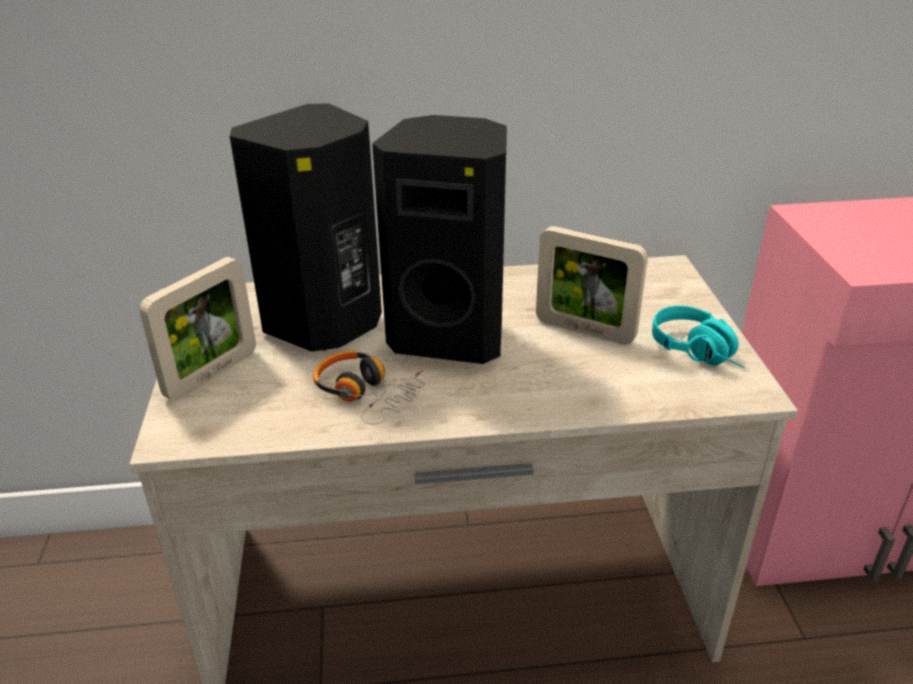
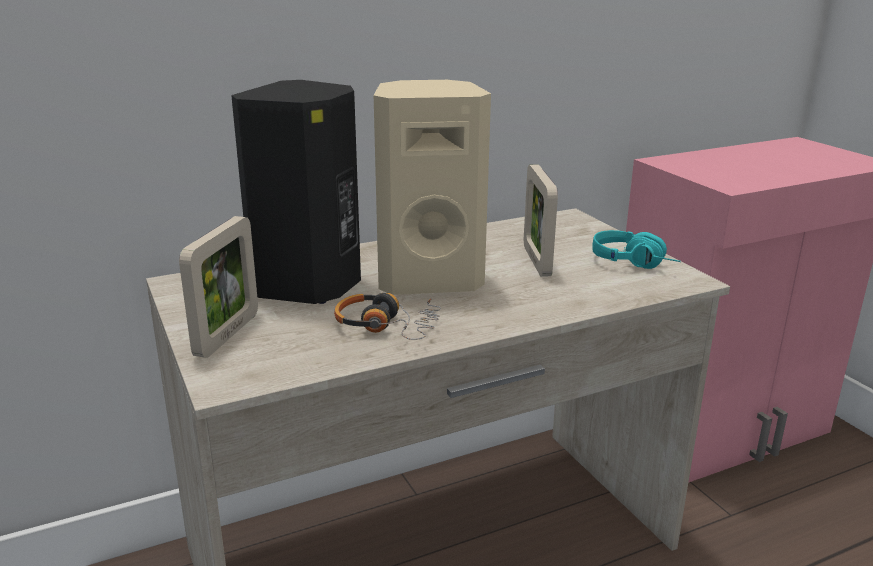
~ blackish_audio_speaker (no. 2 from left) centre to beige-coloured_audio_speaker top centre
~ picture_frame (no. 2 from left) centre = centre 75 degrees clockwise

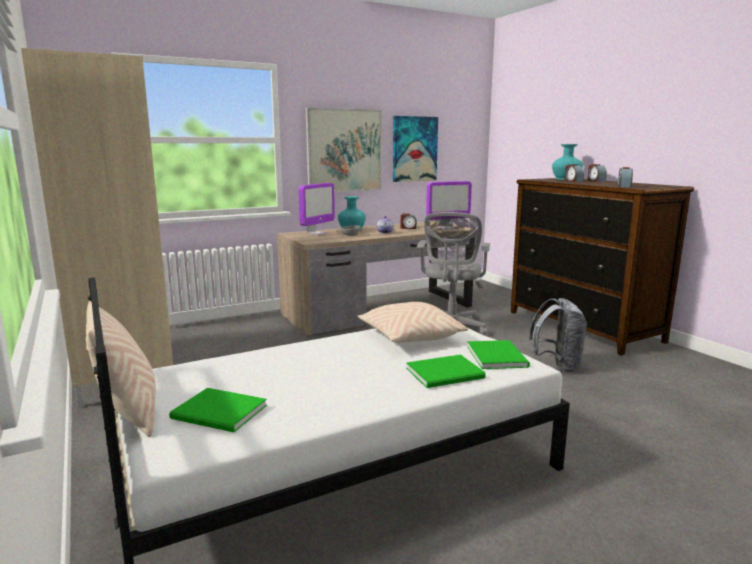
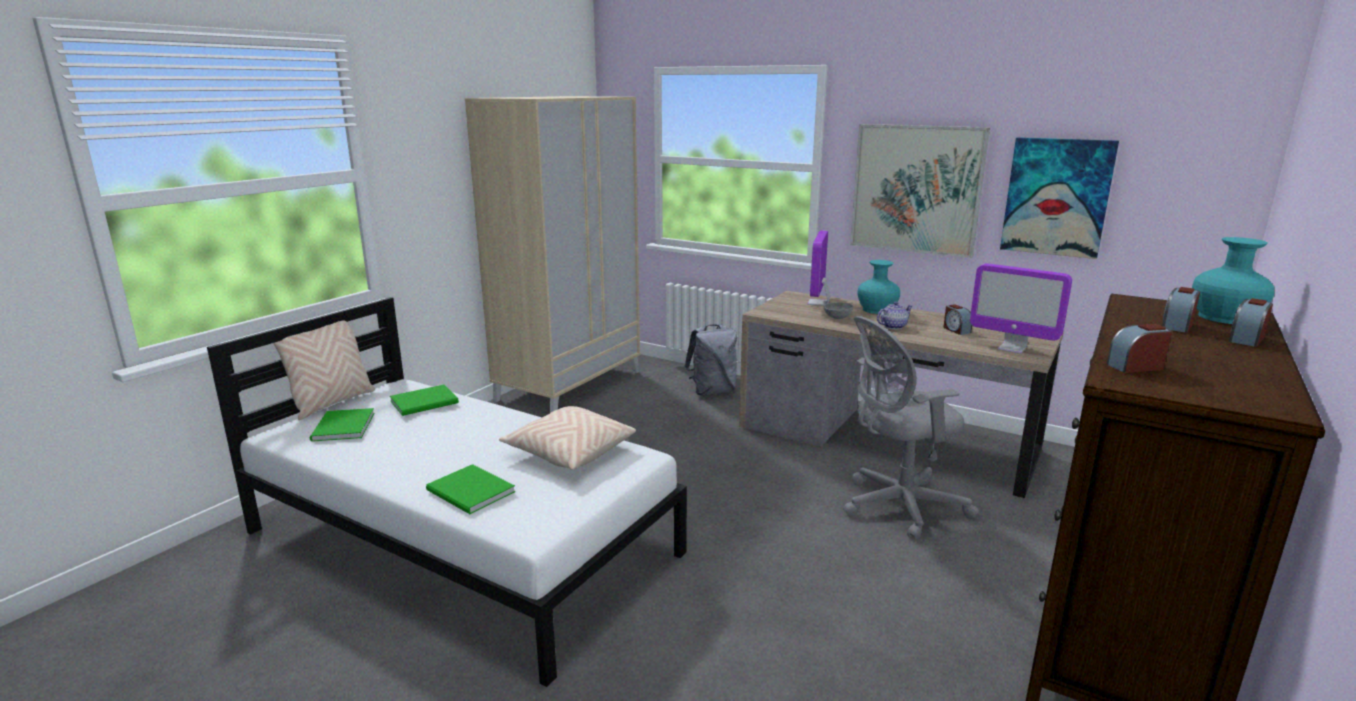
~ monitor (no. 1 from left) centre = centre 105 degrees clockwise
~ grey_backpack middle right to centre
~ green-coloured_volume (no. 3 from left in the first image) centre to green-coloured_volume (no. 2 from left) middle left

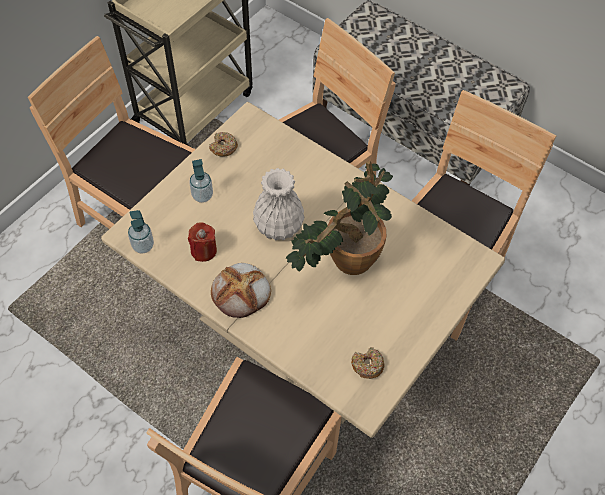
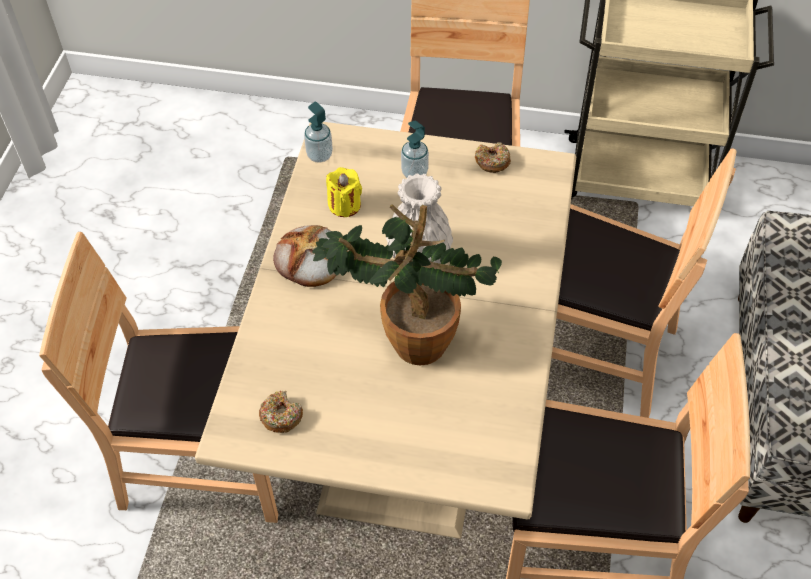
~ reddish_wax_candle centre to yellow_wax_candle top centre

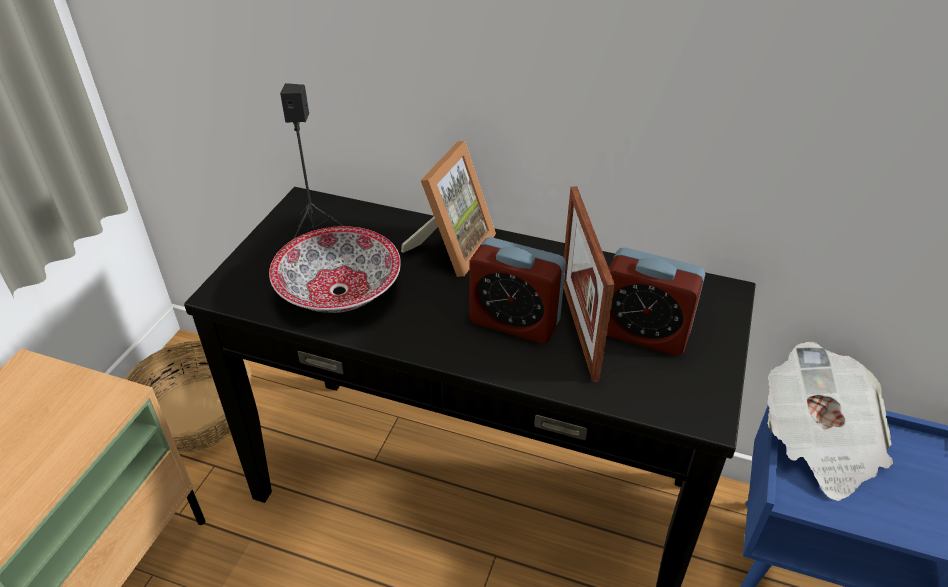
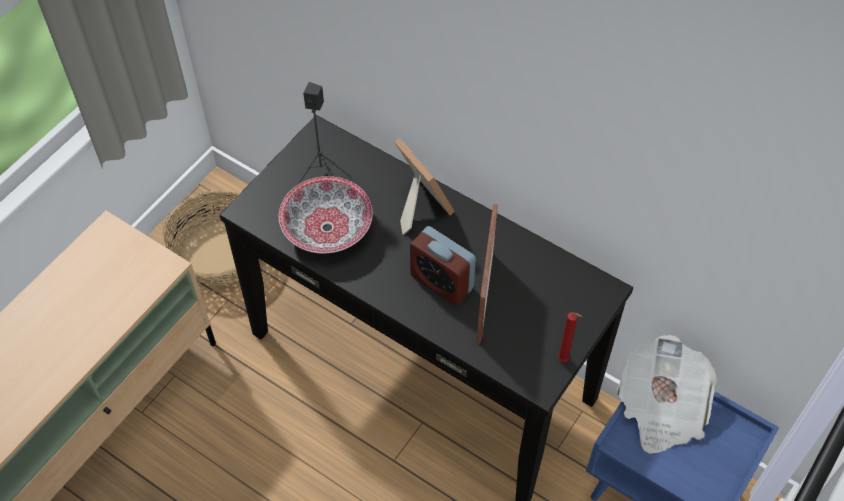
~ picture_frame (no. 1 from left) centre = centre 75 degrees counterclockwise
- table_clock (no. 2 from left) middle right
+ reddish_wax_candle bottom right

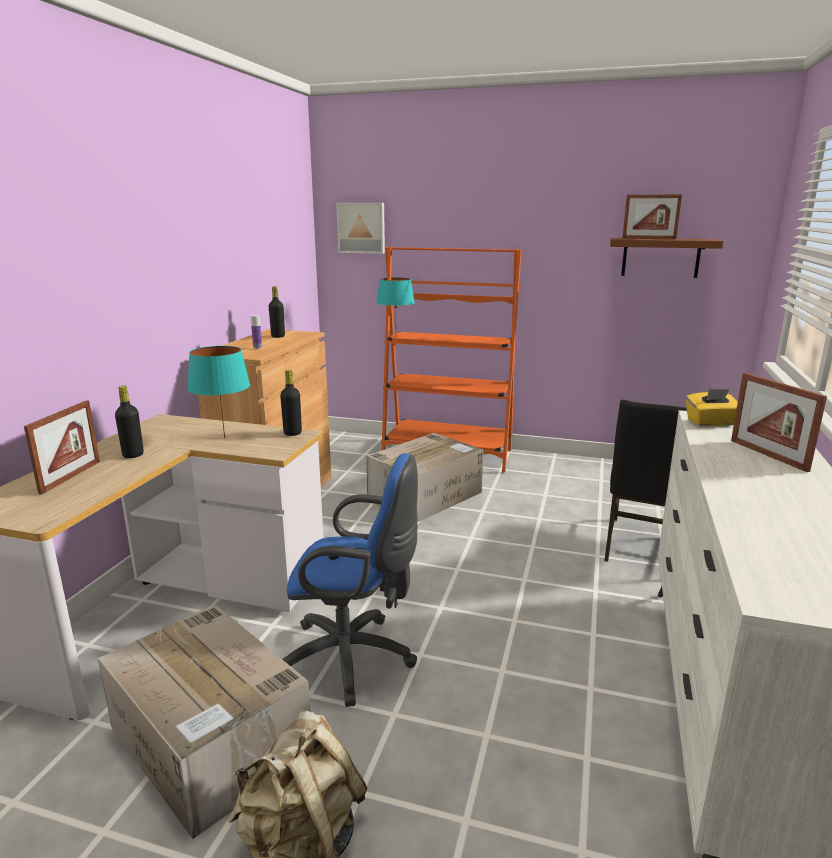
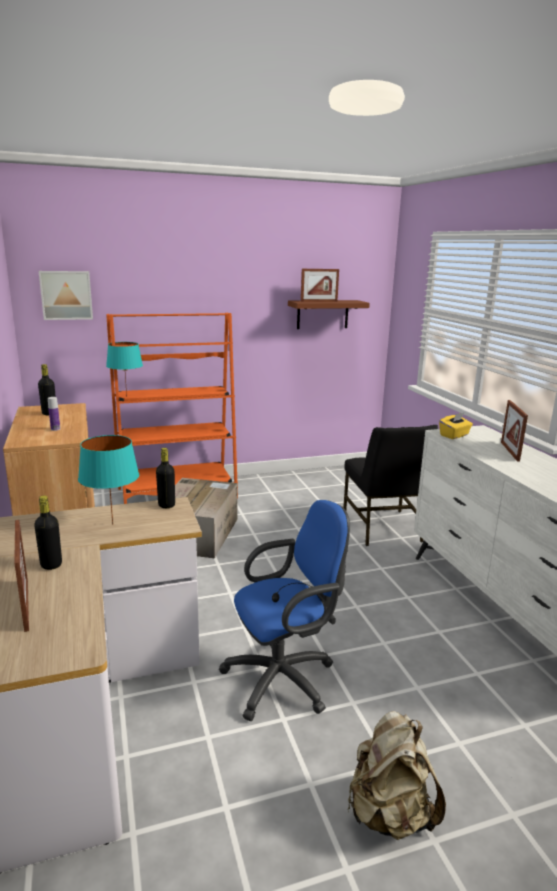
~ picture_frame (no. 3 from left) middle right = middle right 60 degrees clockwise
- carton (no. 1 from left) bottom left

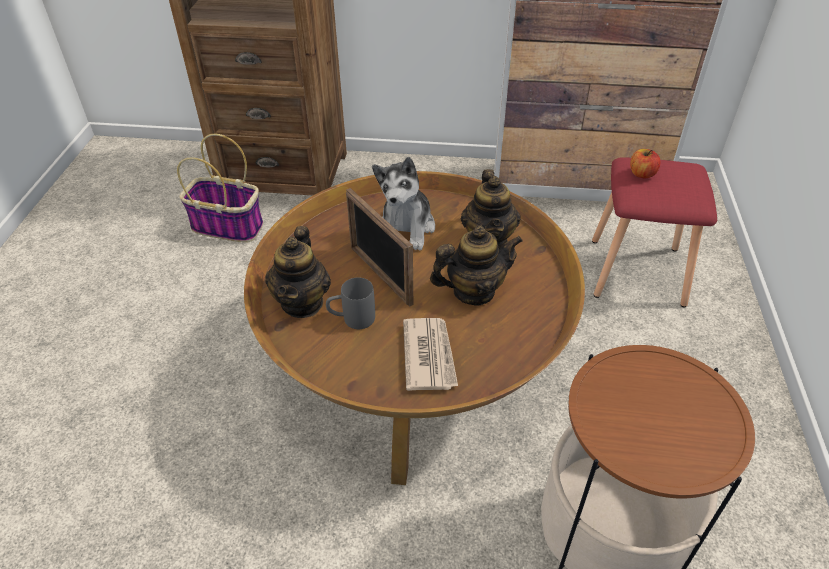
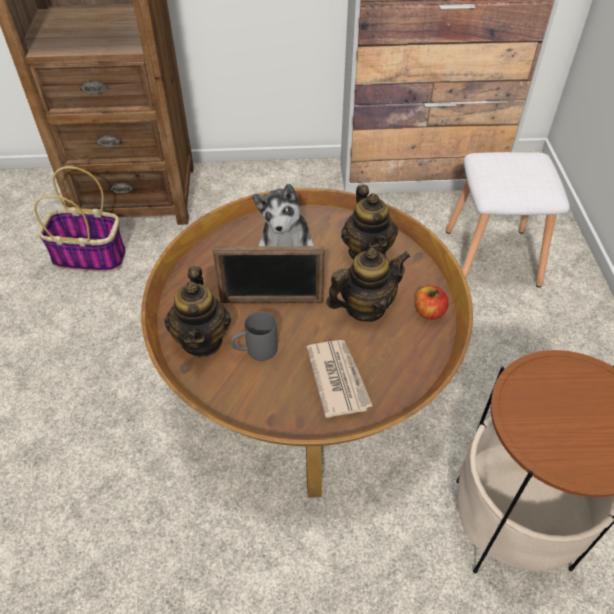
~ apple top right to middle right
~ reddish_sitting_stool middle right to whitish_sitting_stool middle right
~ picture_frame centre = centre 45 degrees counterclockwise

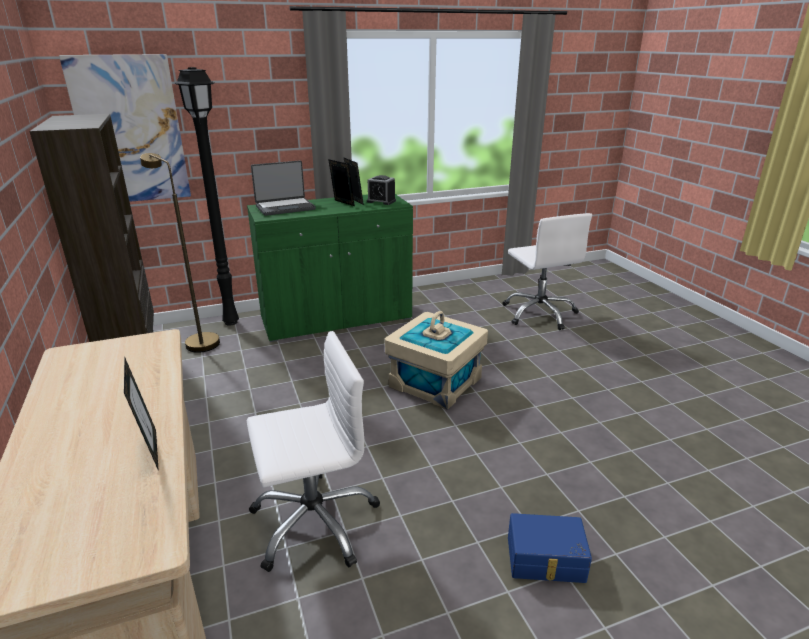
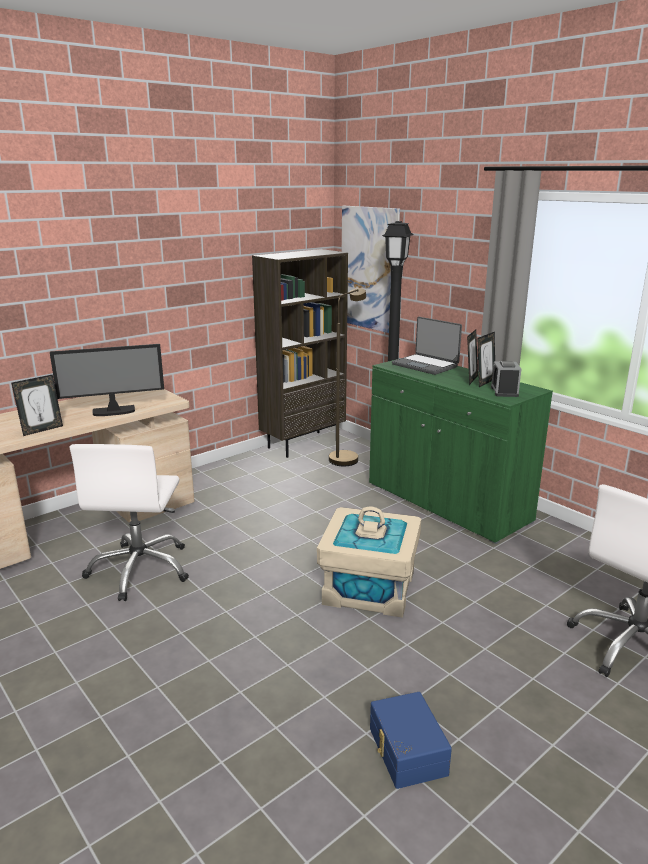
~ whitish_computer_chair (no. 1 from left) bottom centre = middle left 45 degrees clockwise
~ bluish_storage_bin bottom right to bottom centre
+ monitor middle left

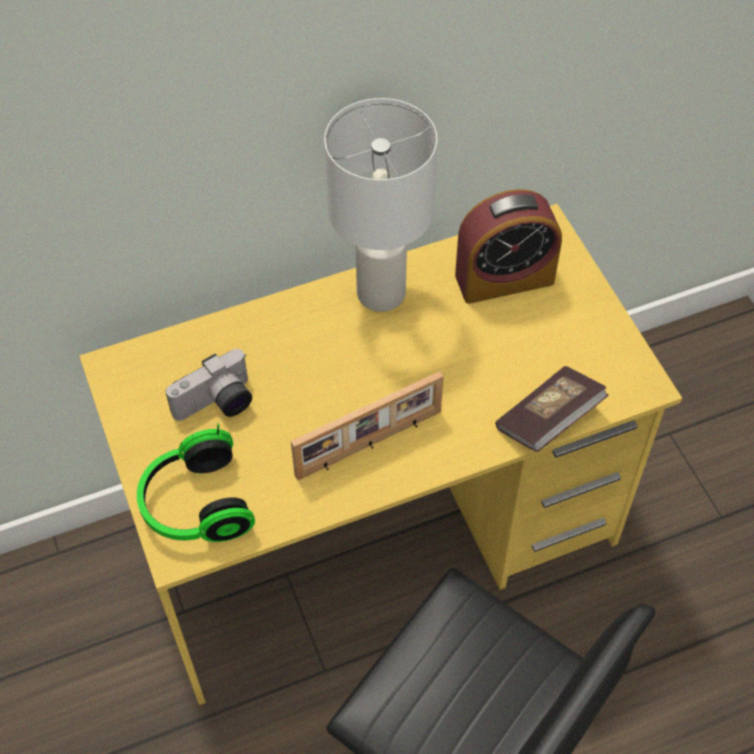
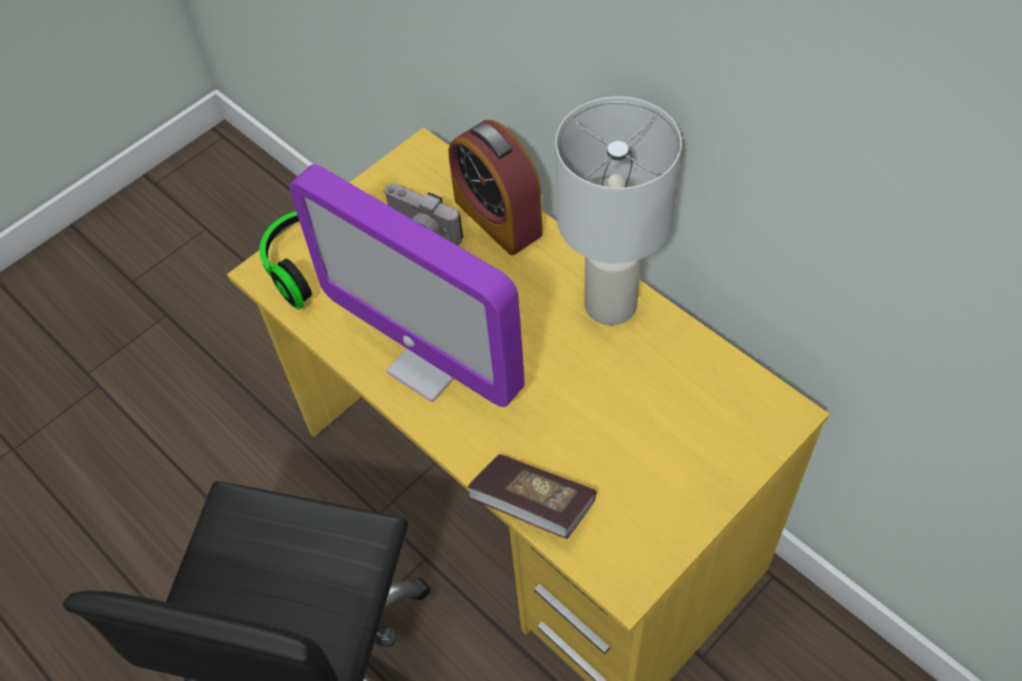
~ table_clock top right to top centre
~ picture_frame centre to monitor centre

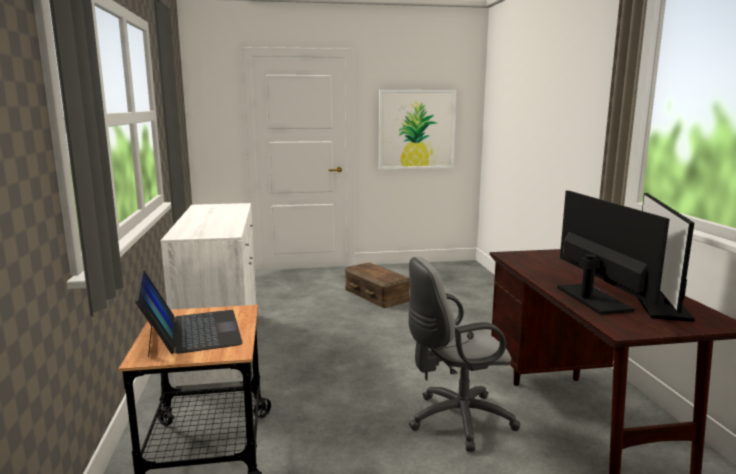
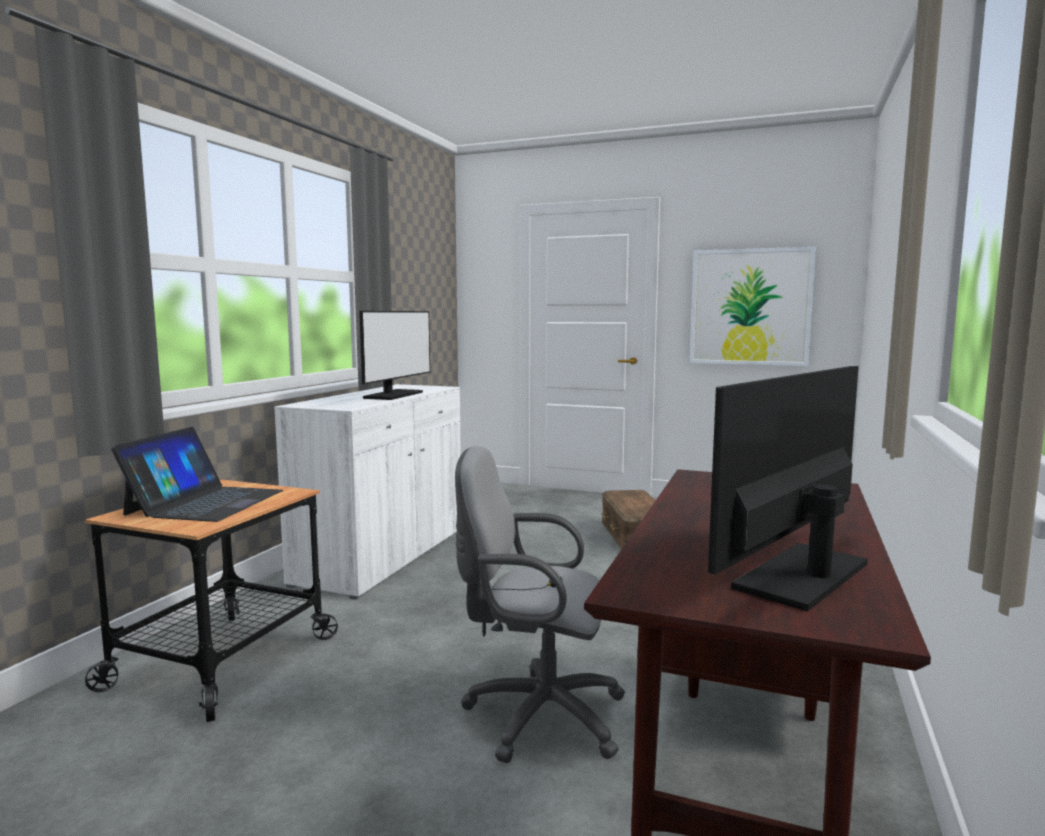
~ monitor (no. 1 from left) middle right to centre

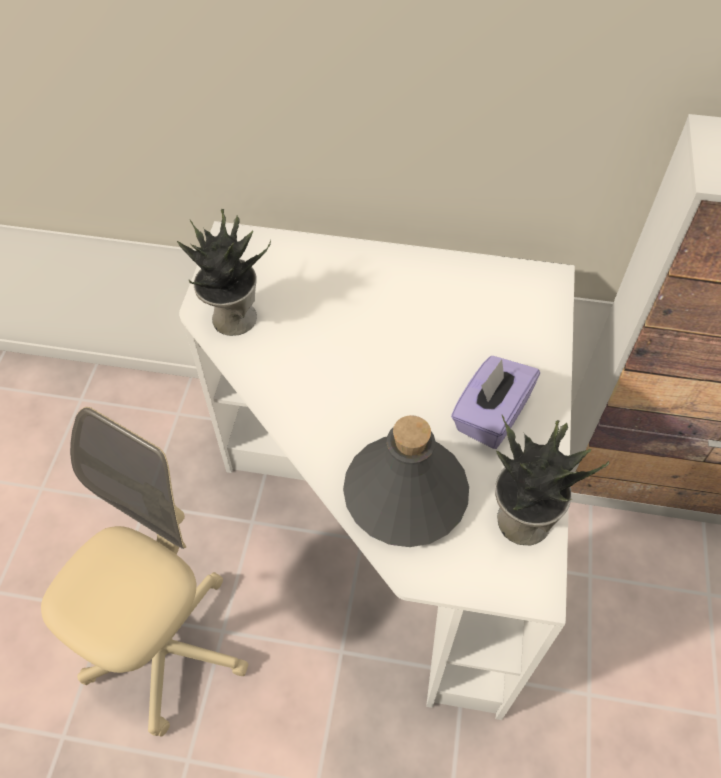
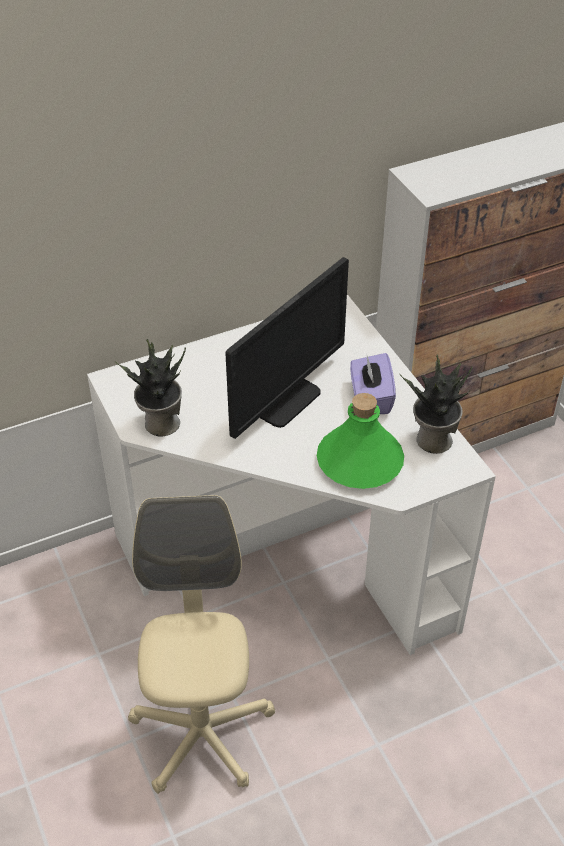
~ grey_bottle centre to green-coloured_bottle centre
+ monitor centre

